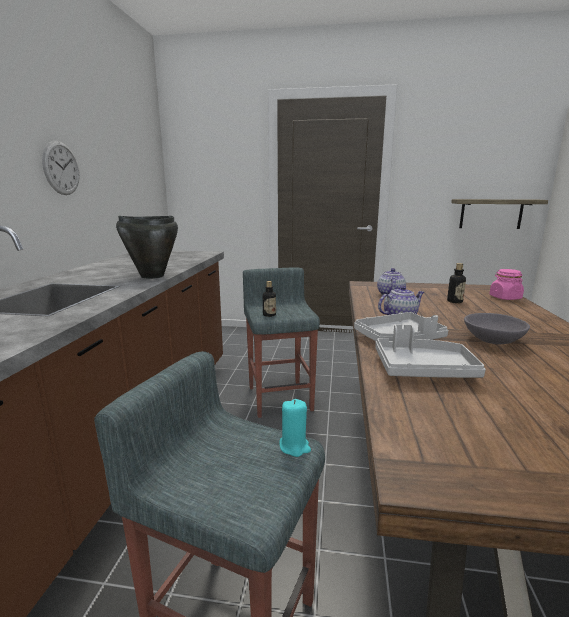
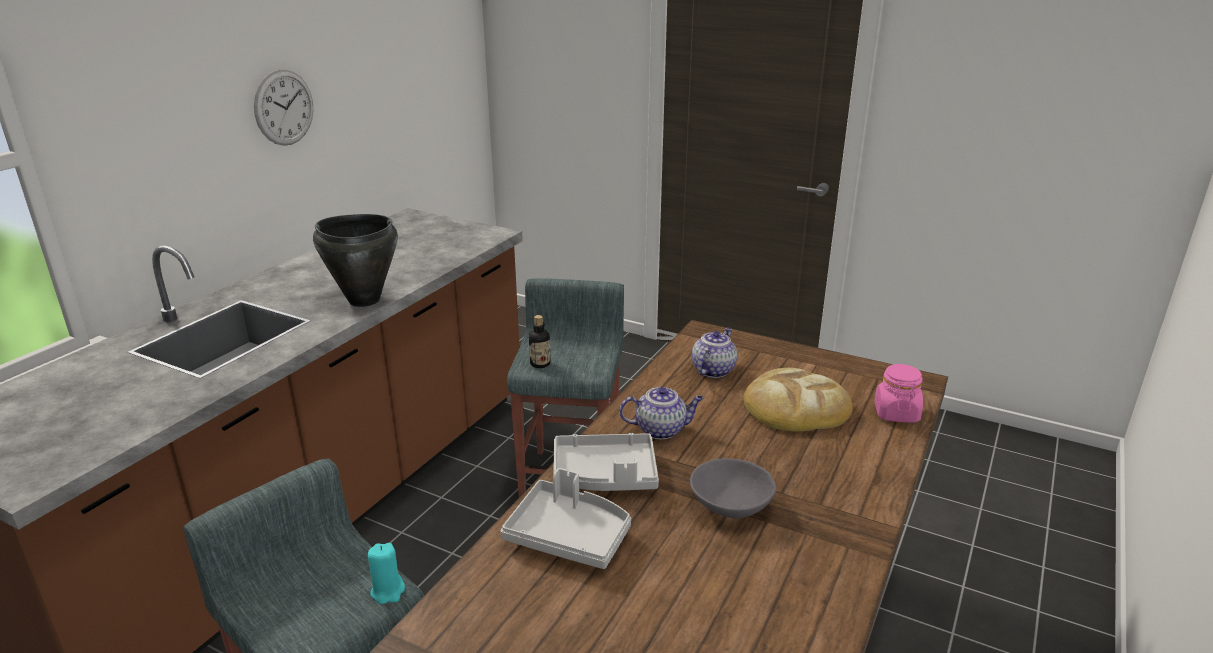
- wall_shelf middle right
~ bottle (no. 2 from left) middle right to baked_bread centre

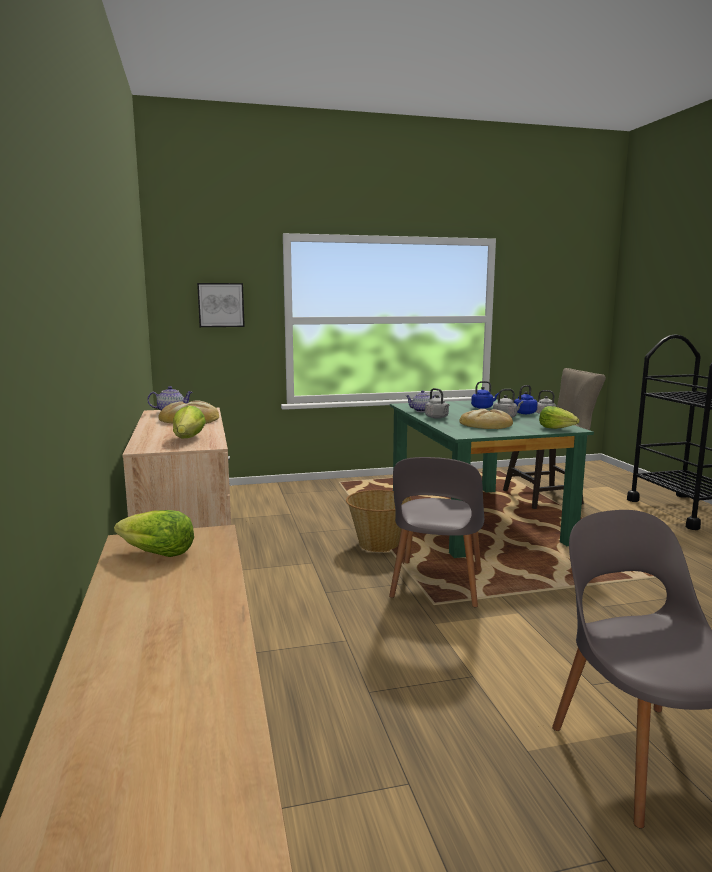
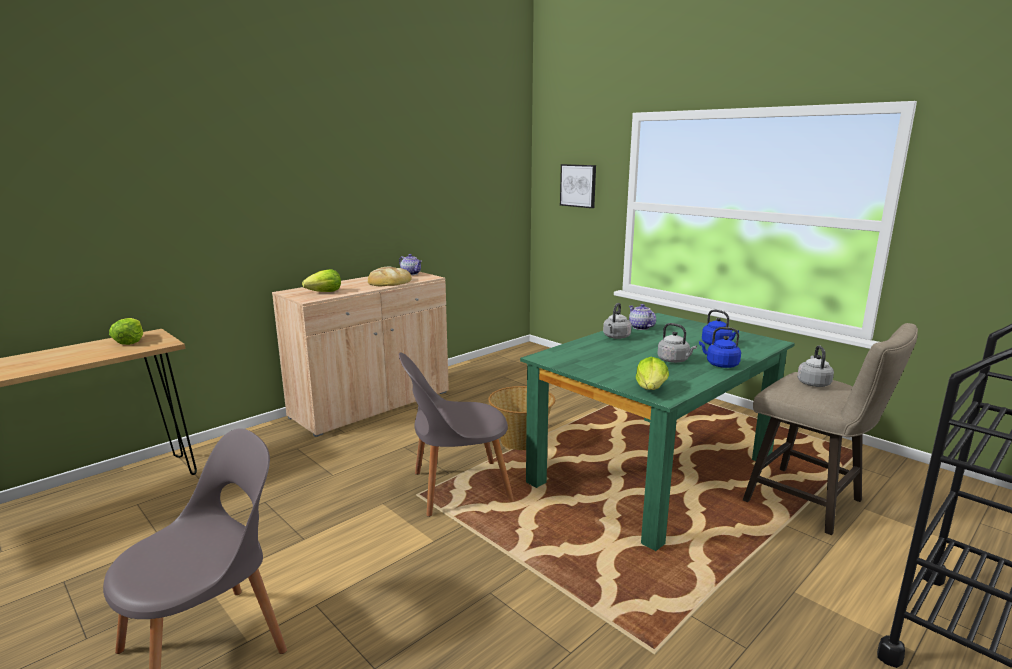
- baked_bread (no. 2 from left) middle right

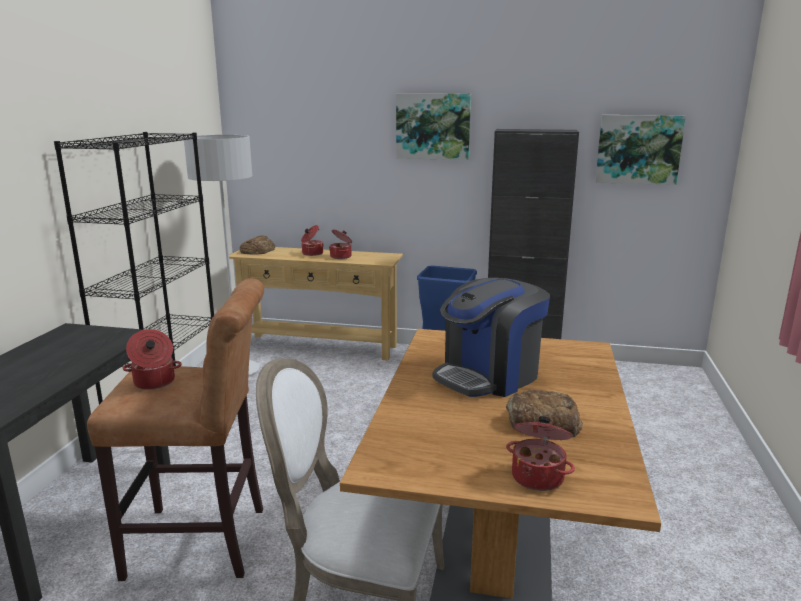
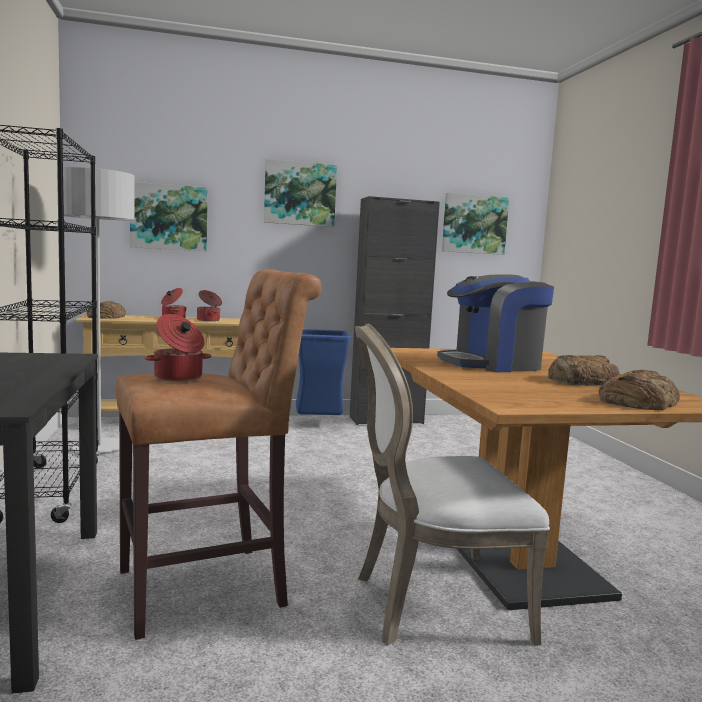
~ coffee_machine centre = middle right 45 degrees clockwise
~ saucepot (no. 4 from left) bottom right to baked_bread (no. 3 from left) middle right
+ wall_picture (no. 1 from left) top left

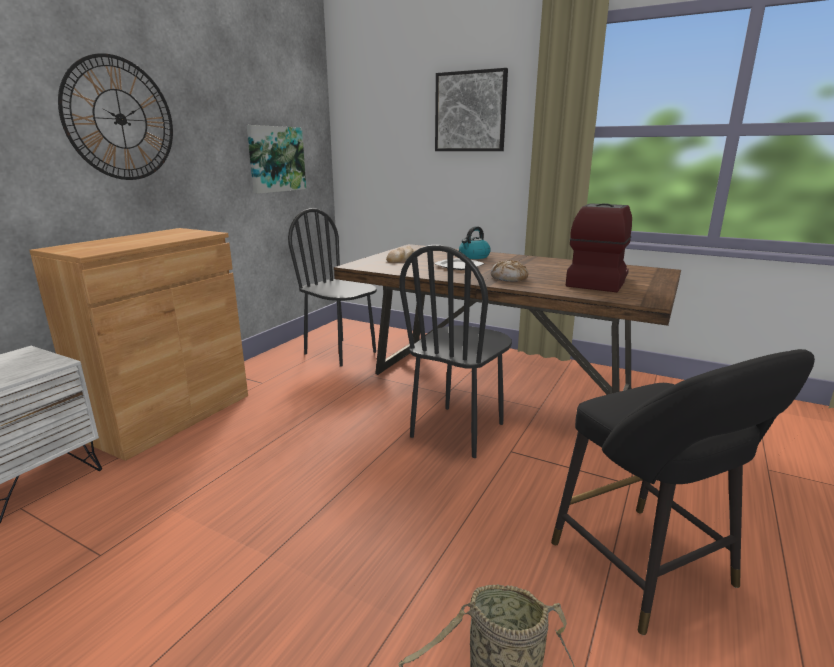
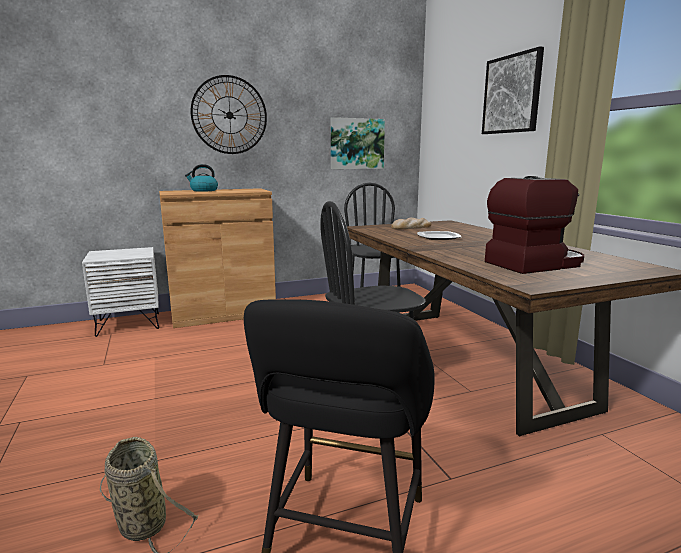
~ kettle centre to top left
- baked_bread (no. 2 from left) centre

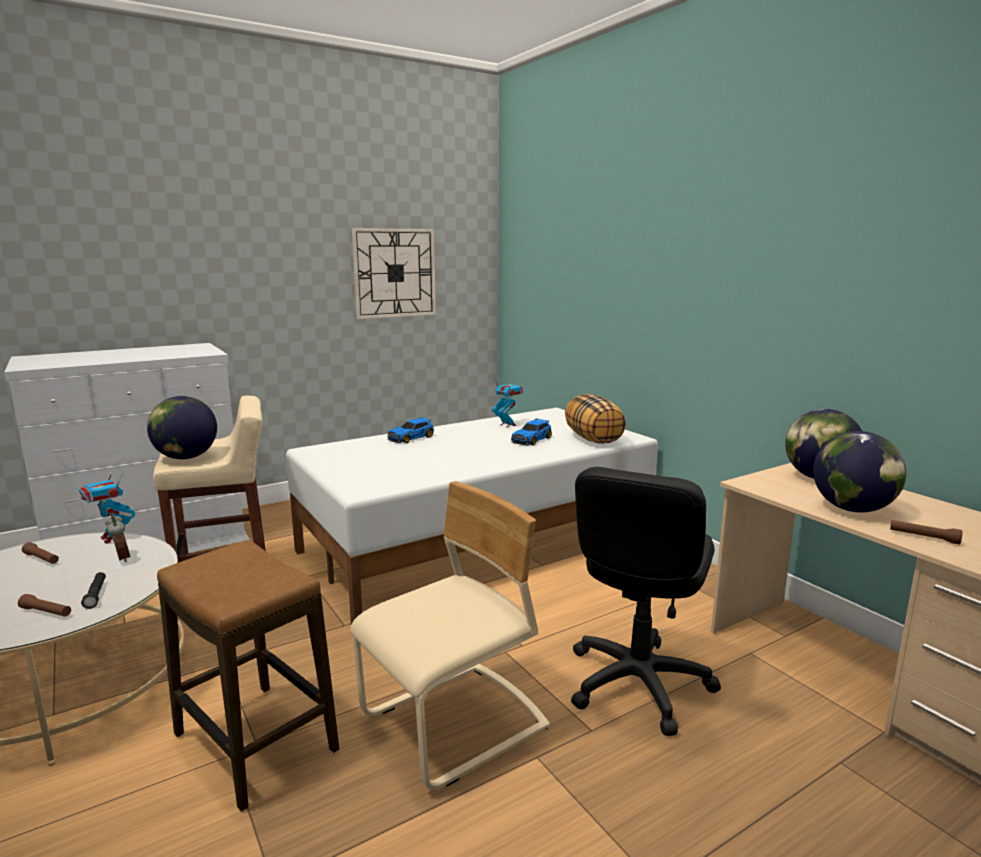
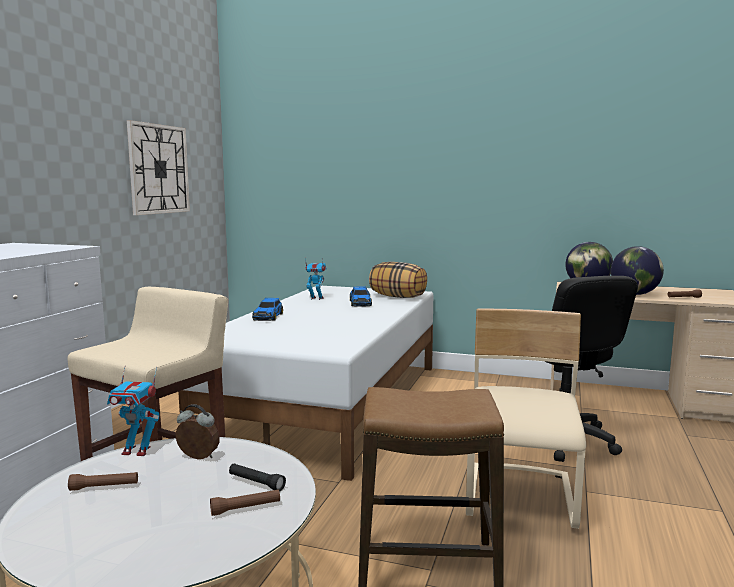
- globe (no. 1 from left) middle left

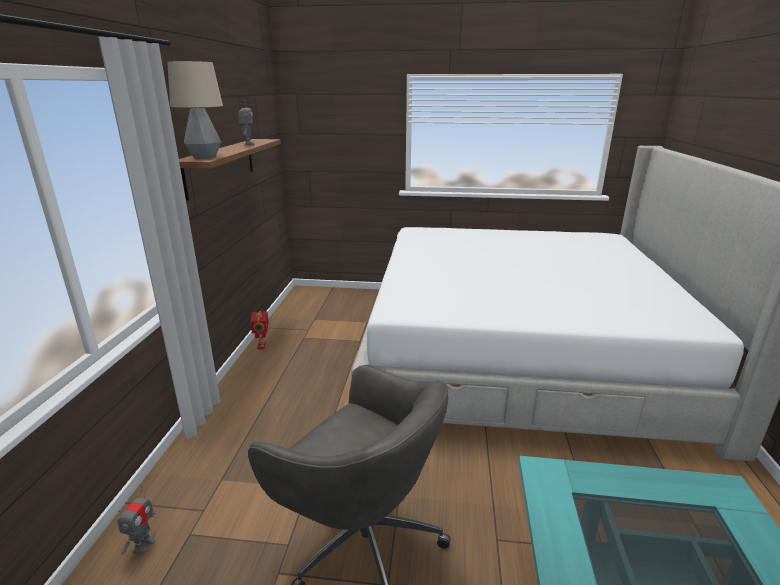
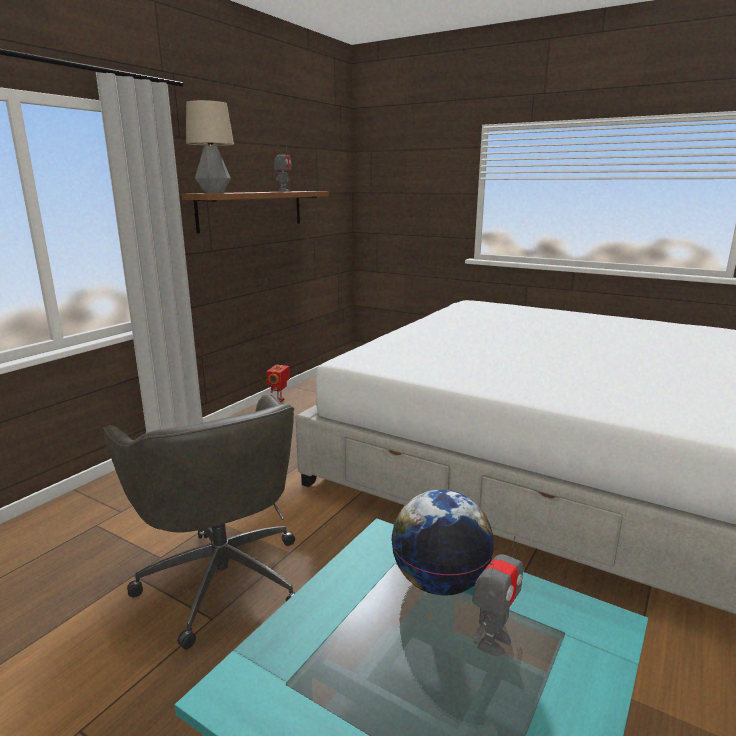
~ toy_robot (no. 1 from left in the first image) bottom left to toy_robot (no. 3 from left) bottom right
+ globe bottom centre

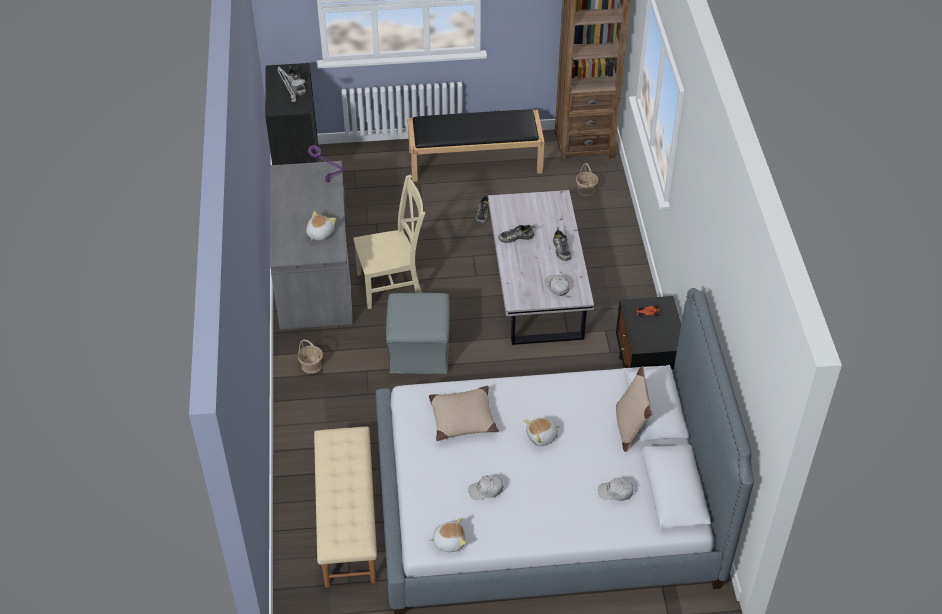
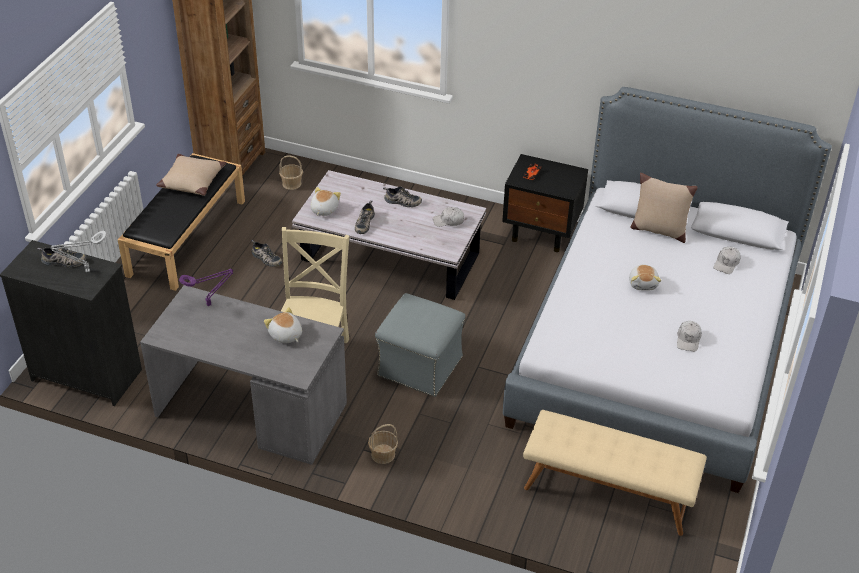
~ beige-coloured_throw_pillow (no. 1 from left) bottom centre to top left
~ cuddly_toy (no. 2 from left) bottom centre to centre

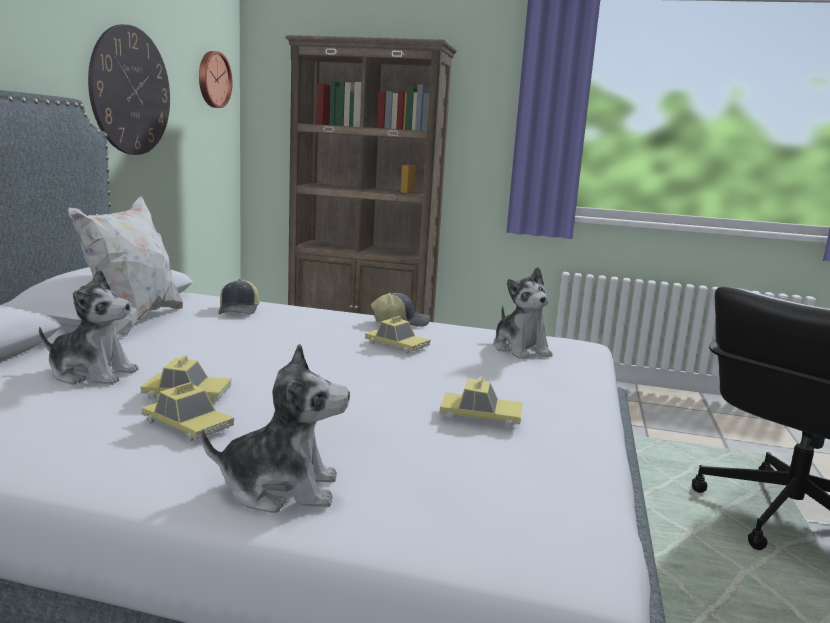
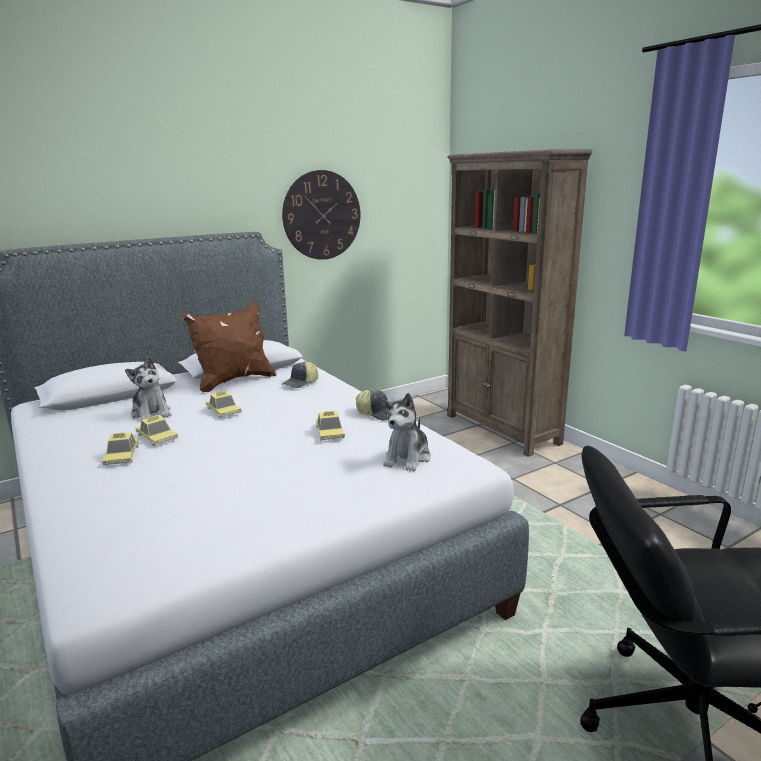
- clock_on_the_wall (no. 2 from left) top left
~ whitish_throw_pillow middle left to brown_throw_pillow middle left
- cuddly_toy (no. 2 from left) bottom left
~ toy_car (no. 4 from left in the first image) centre to toy_car (no. 3 from left) middle left

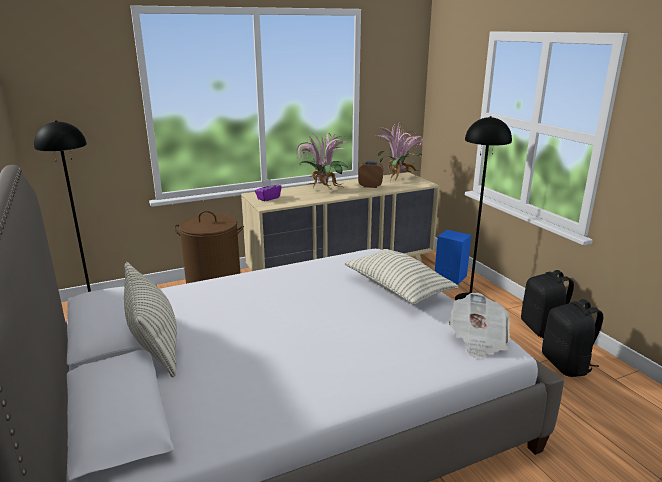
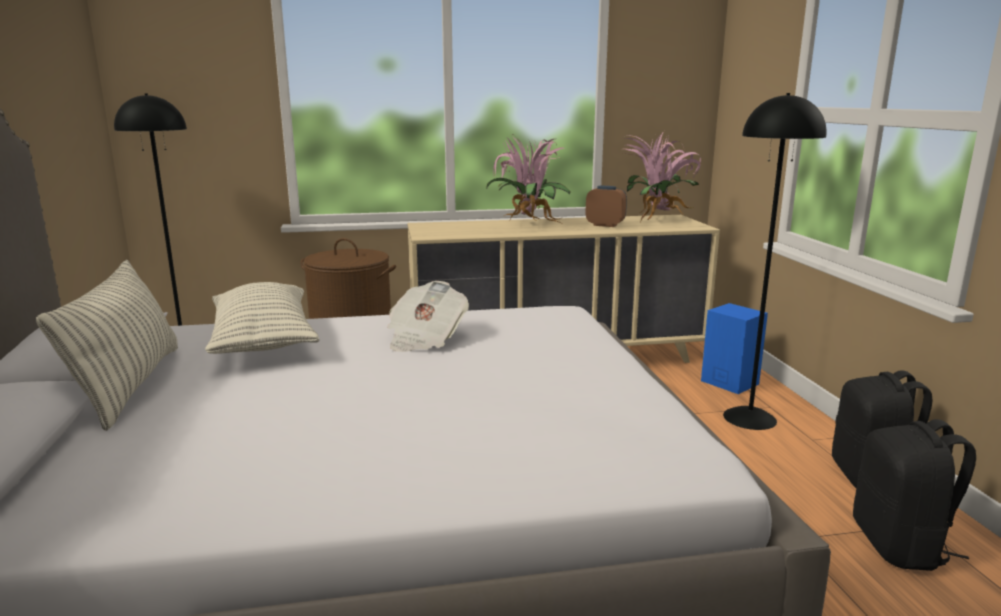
- purple_box_of_tissues centre
~ throw_pillow (no. 2 from left) centre to middle left
~ printed_paper bottom right to centre

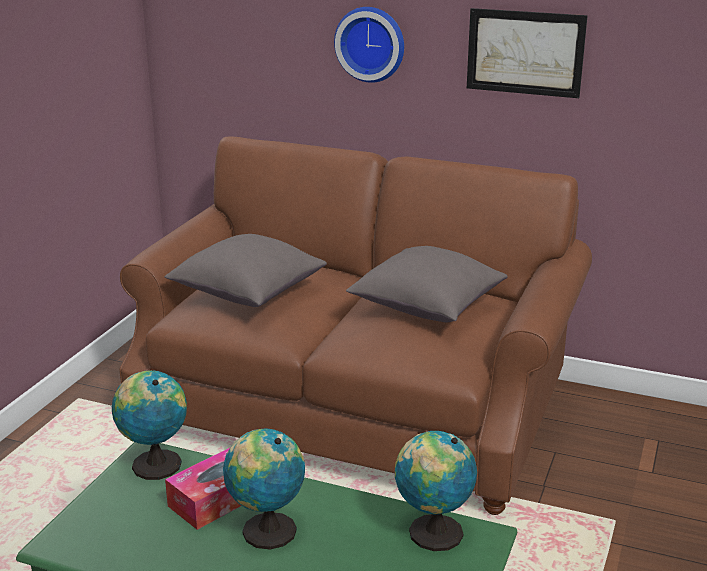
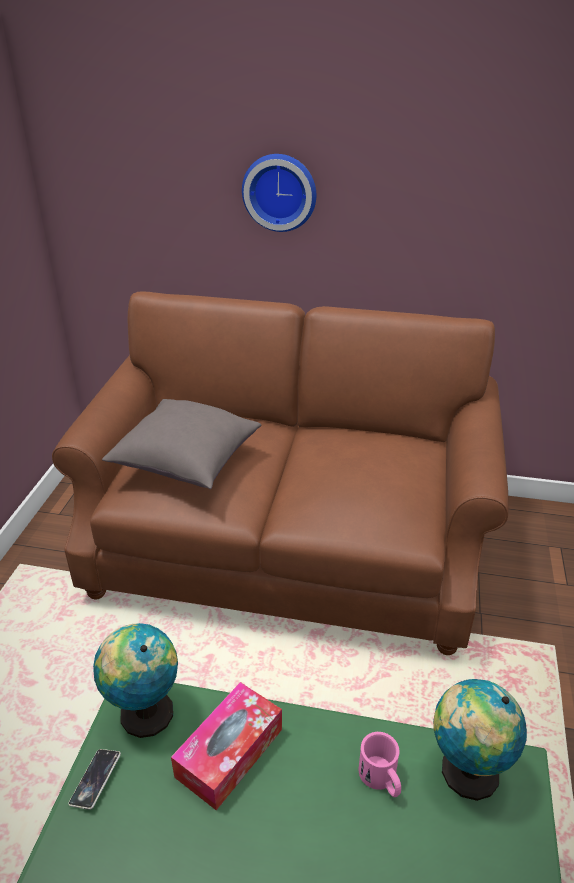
- wall_picture top right
- grey_throw_pillow (no. 2 from left) centre
- globe (no. 2 from left) bottom centre
+ pink-coloured_tea_mug bottom centre
+ handset bottom left

